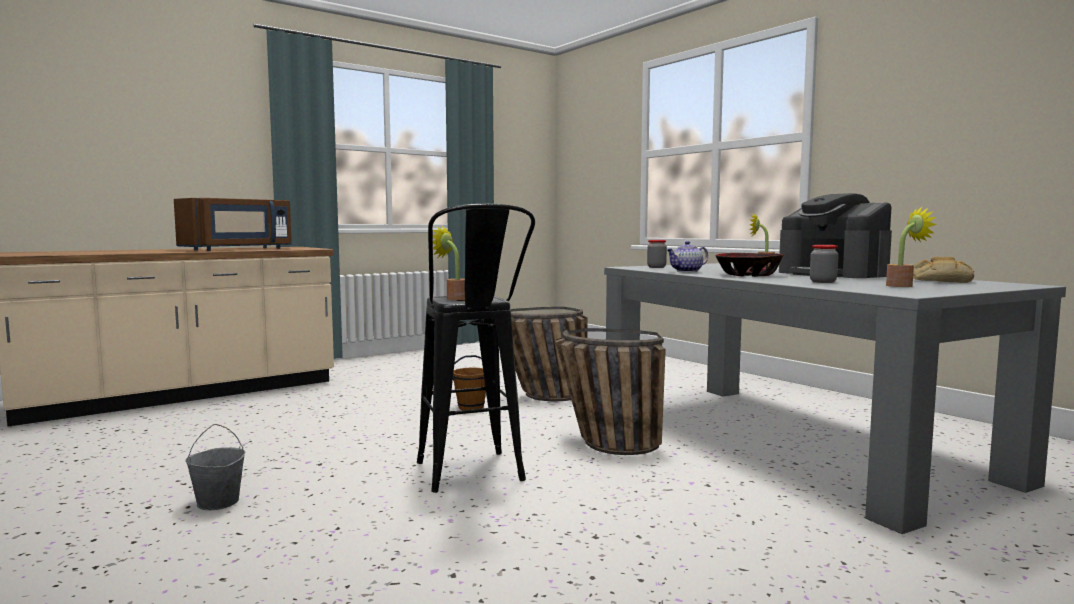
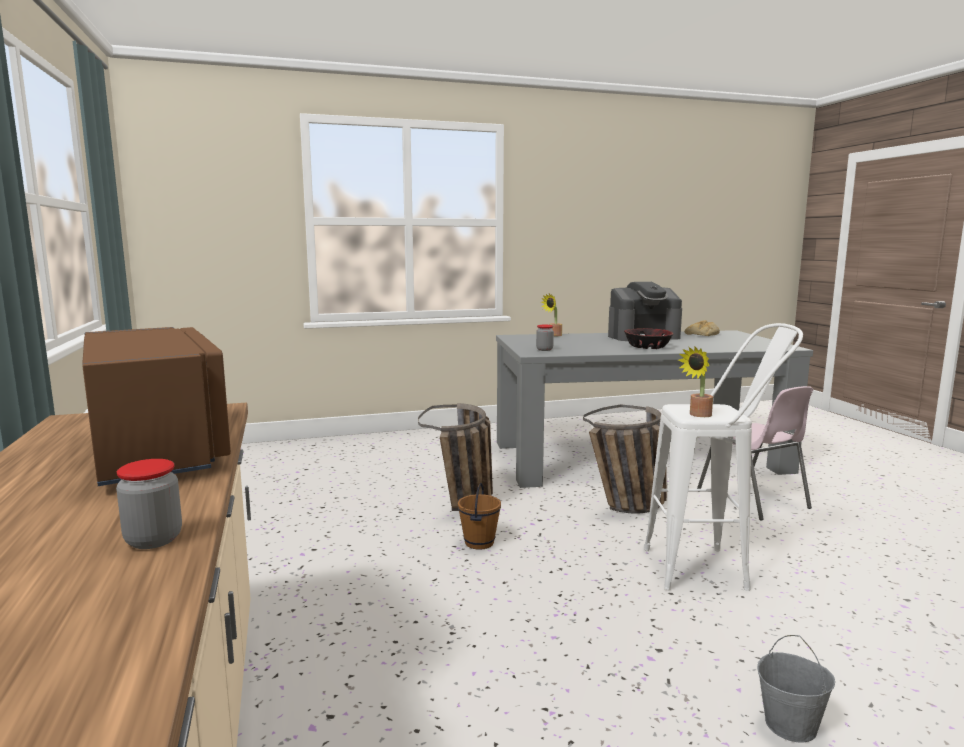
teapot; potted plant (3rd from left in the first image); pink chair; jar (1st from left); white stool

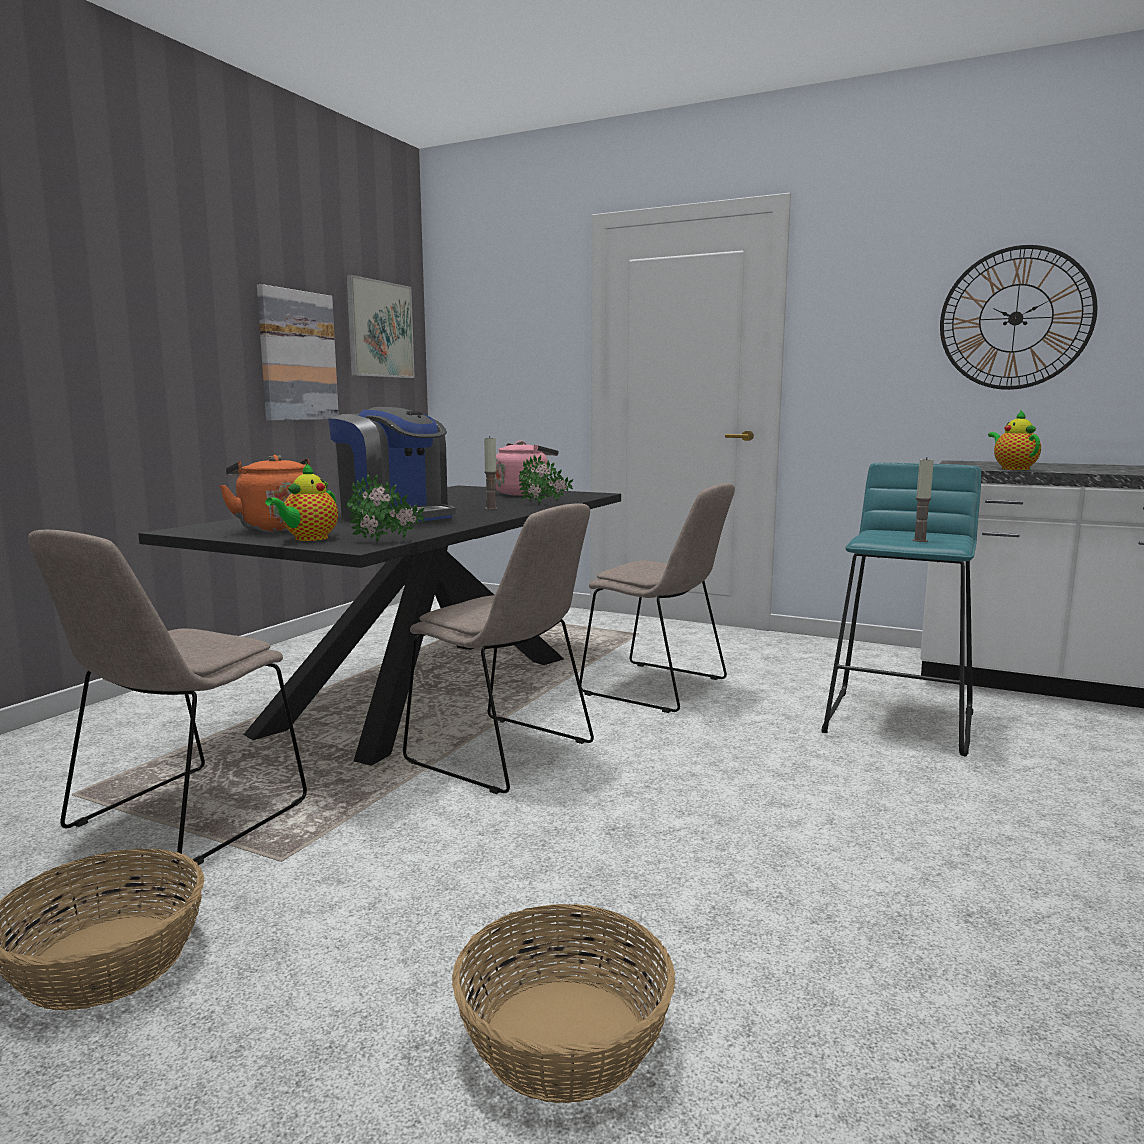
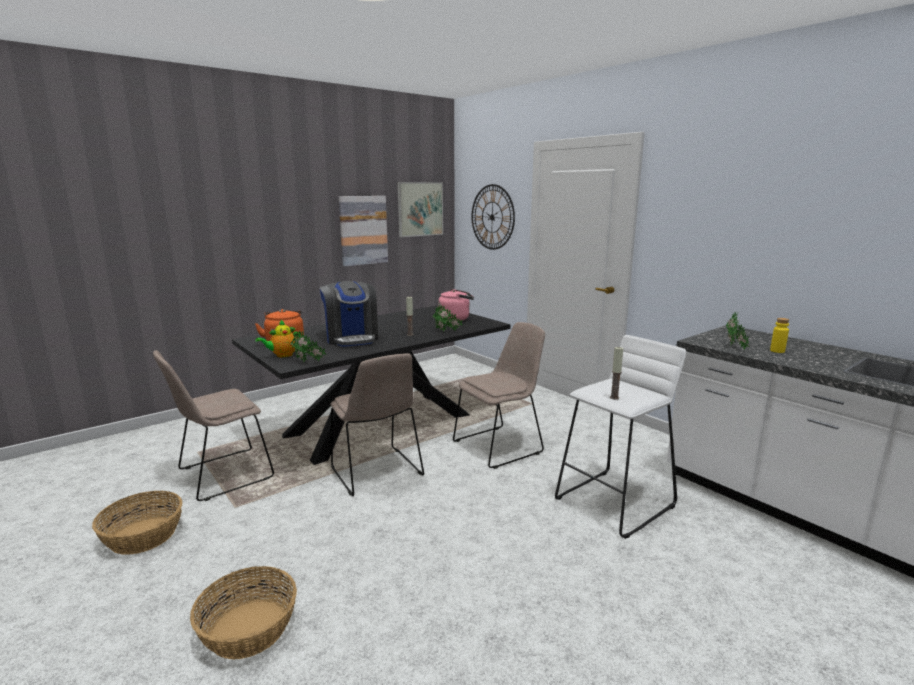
yellow bottle; wall clock; potted plant (3rd from left); white stool; beige chair (3rd from left)

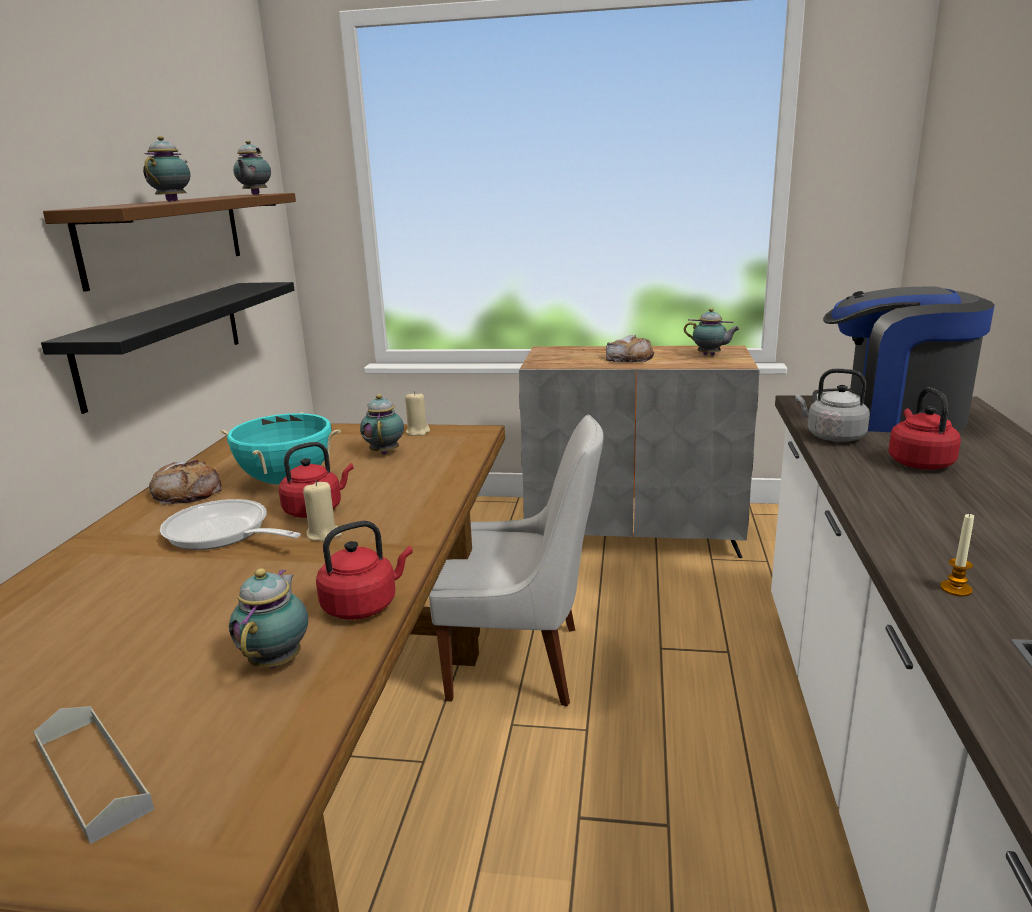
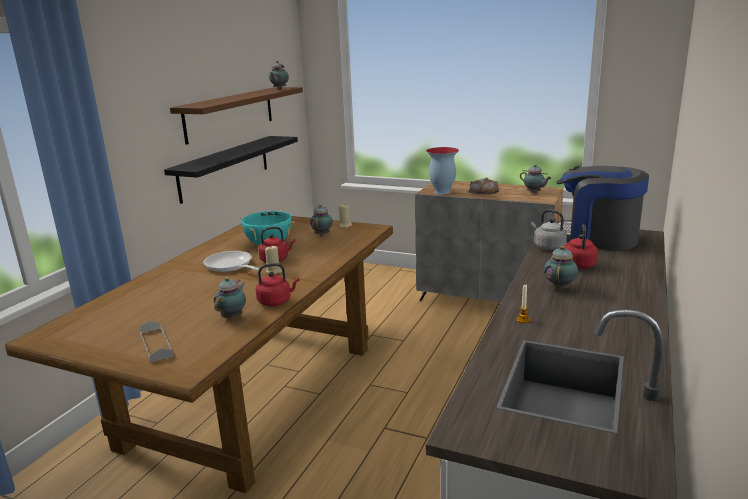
bread (1st from left in the first image); white chair; vase; teapot (5th from left)

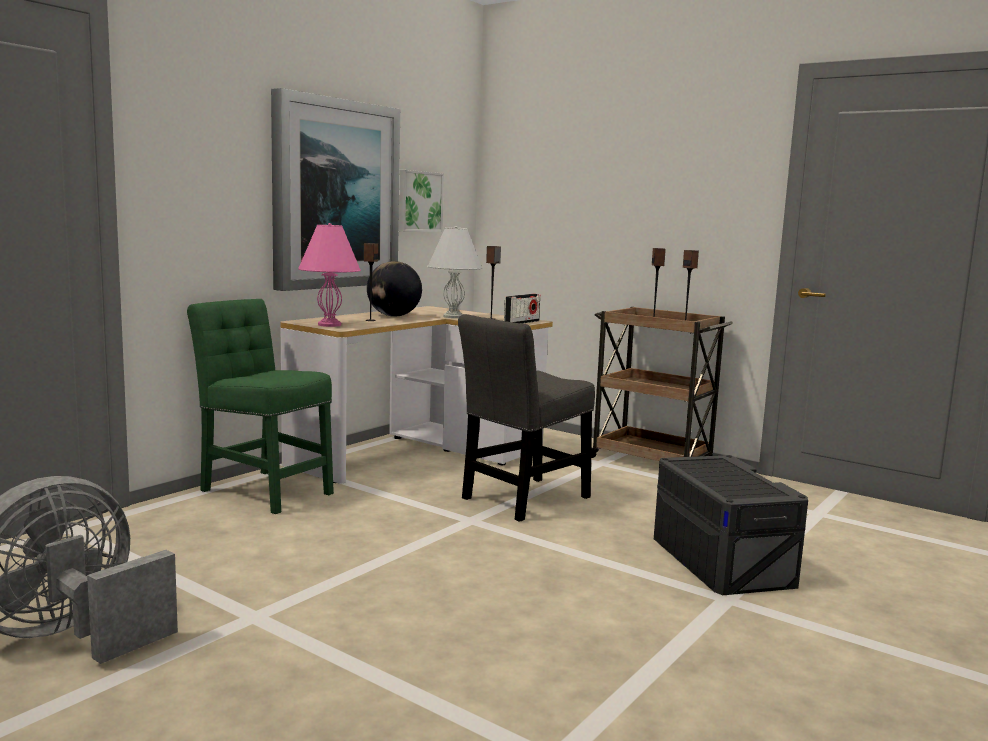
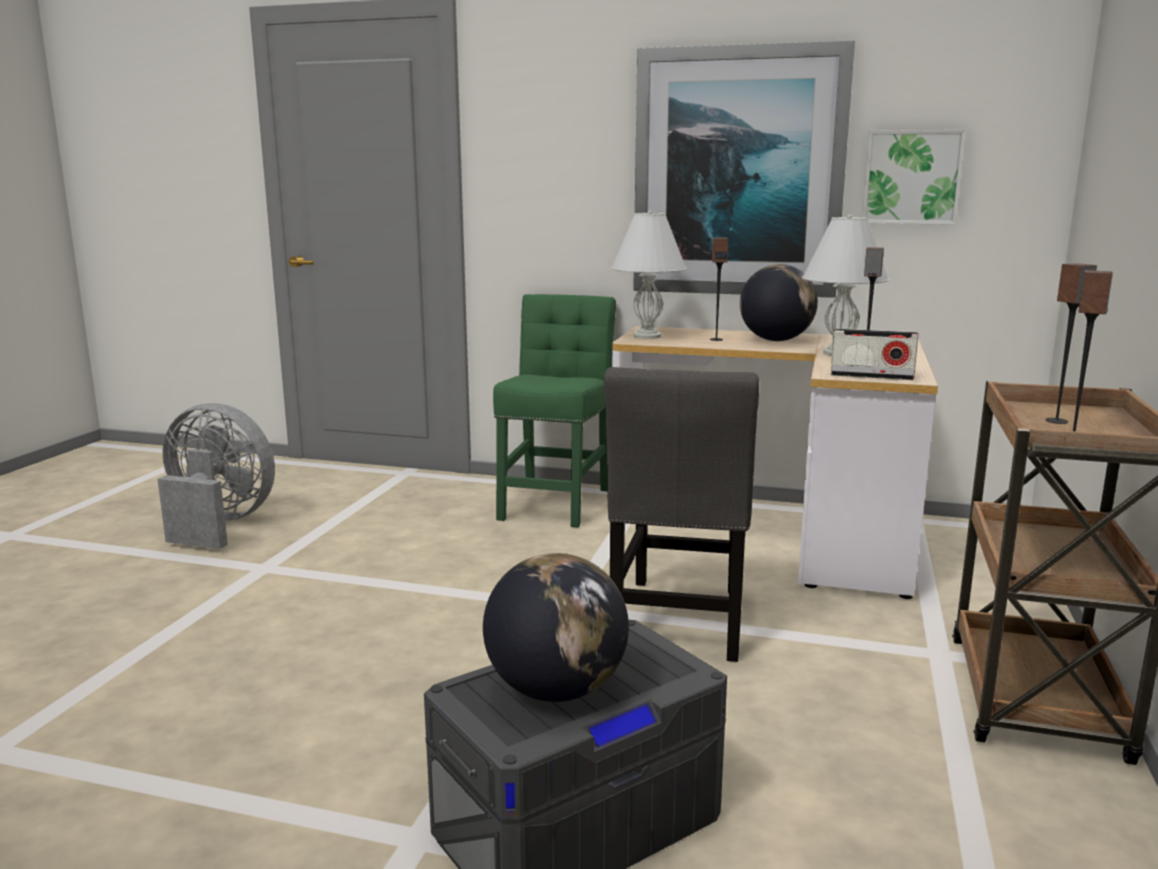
globe (1st from left); white table lamp (1st from left); grey chair

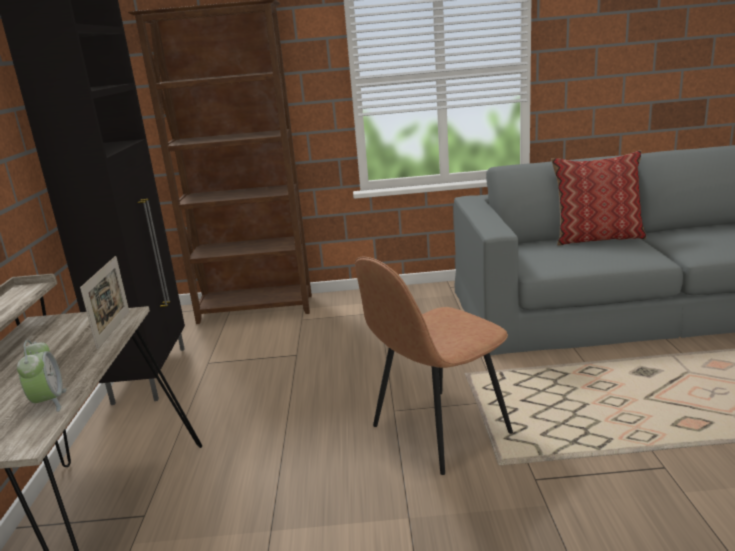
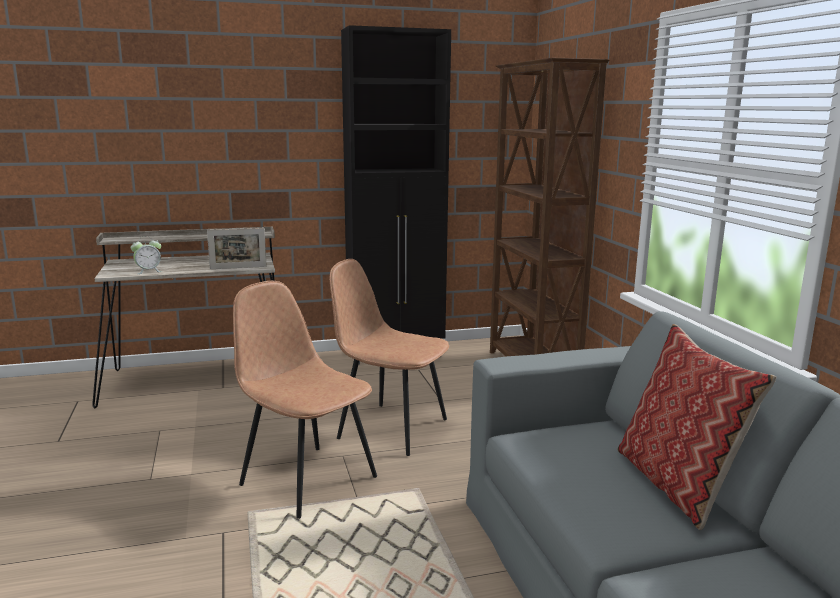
brown chair (2nd from left)

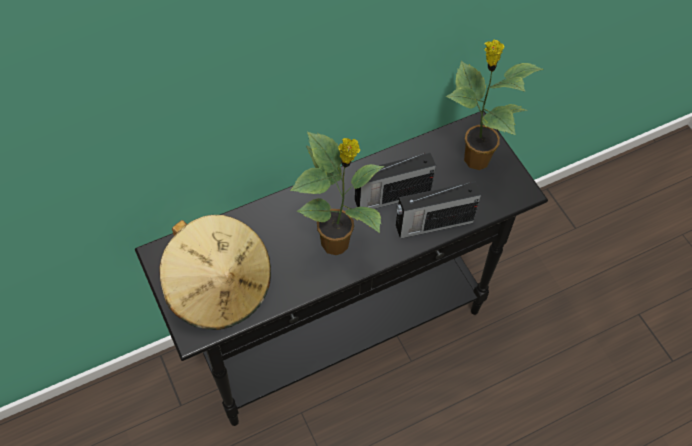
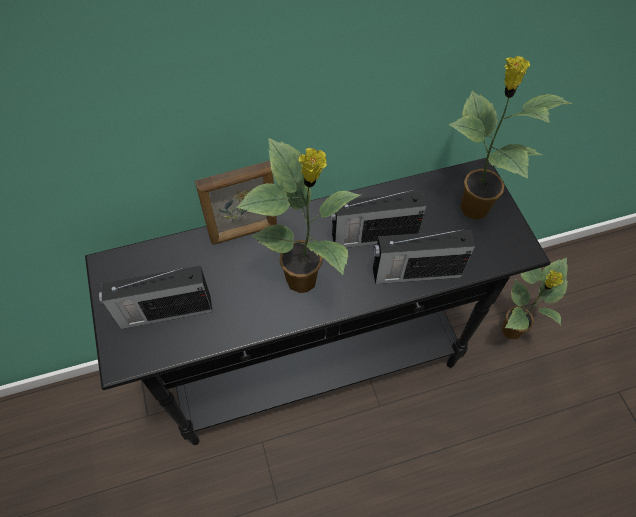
picture frame; potted plant (3rd from left); radio (1st from left)

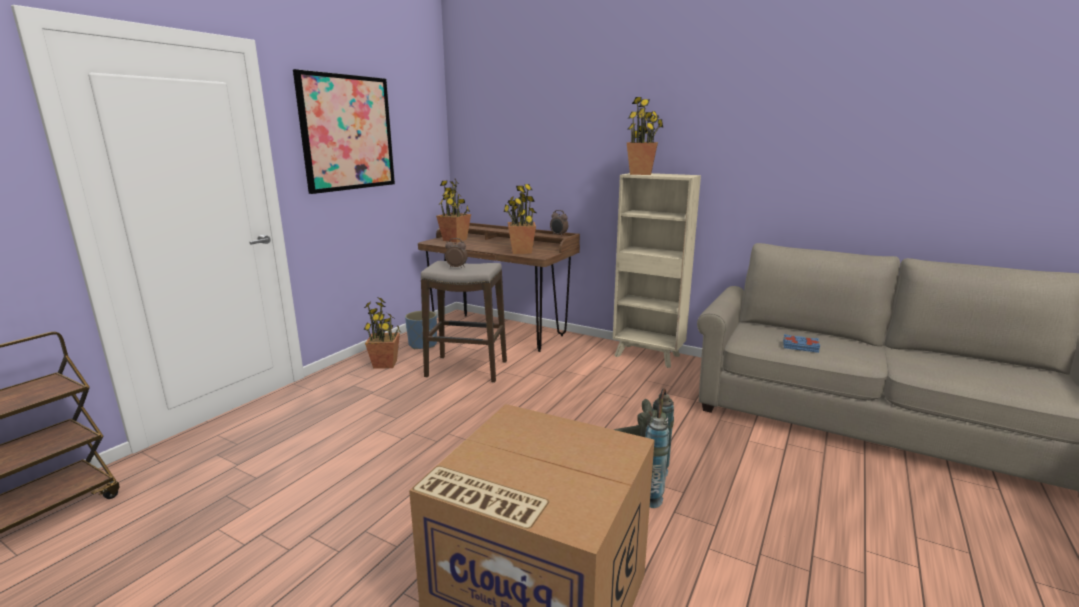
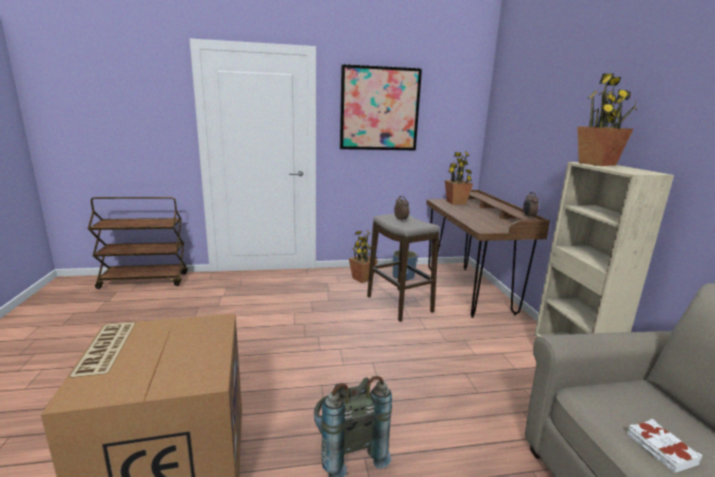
potted plant (3rd from left in the first image); white book

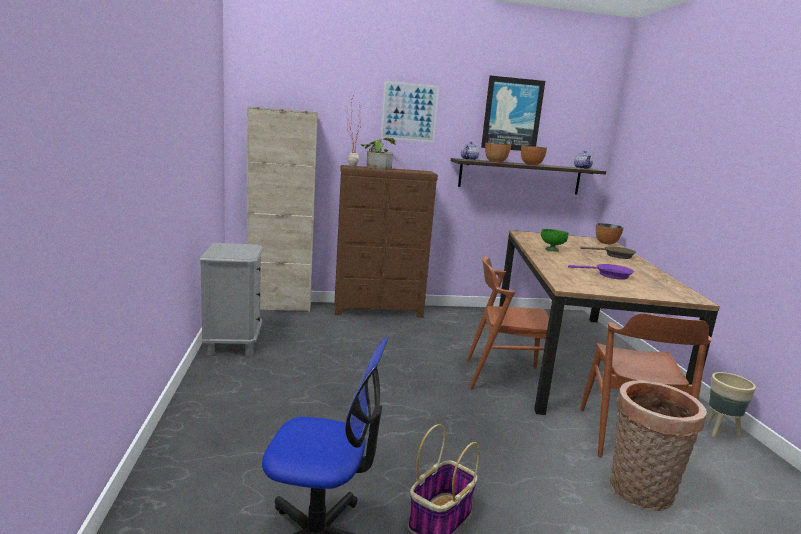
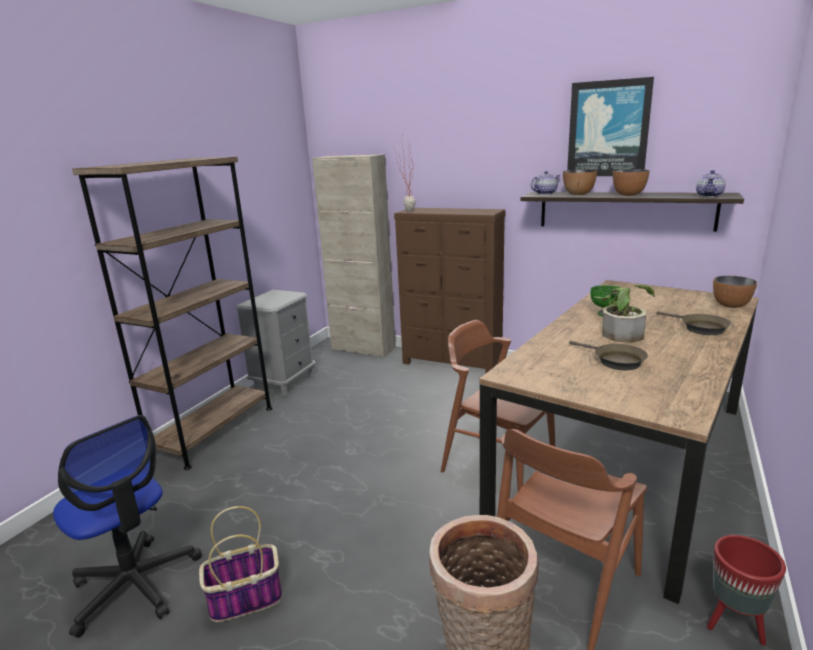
picture (1st from left in the first image); brown bookcase; potted plant (2nd from left); brown frying pan (1st from left); red planter

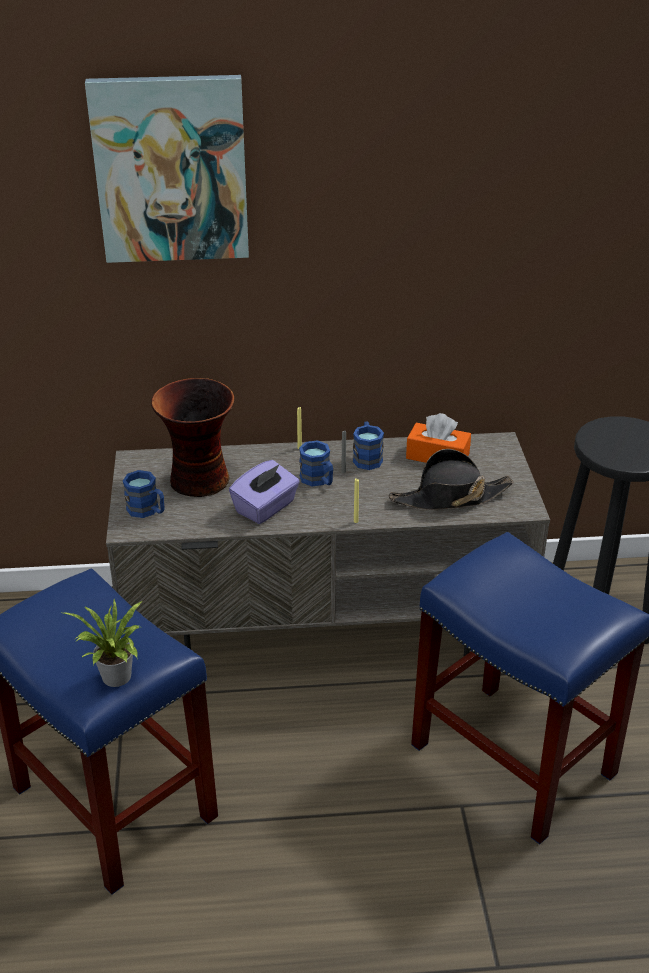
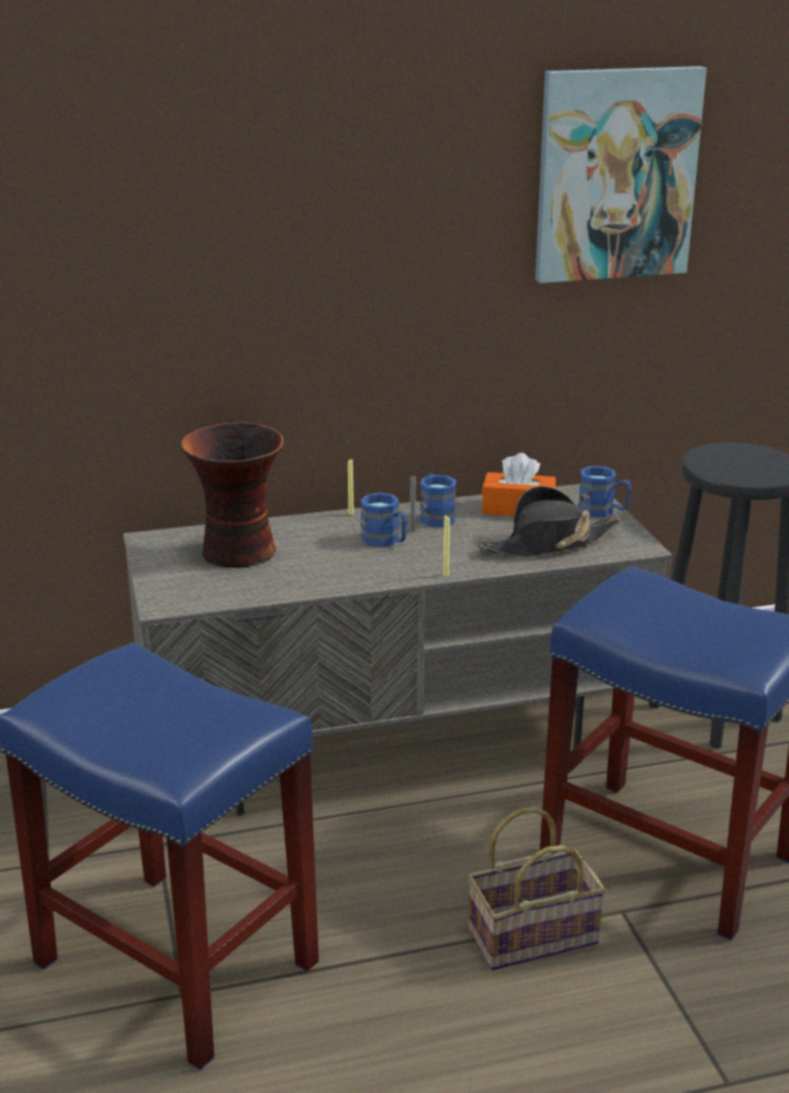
potted plant; purple tissue box; basket; picture; blue mug (3rd from left)

